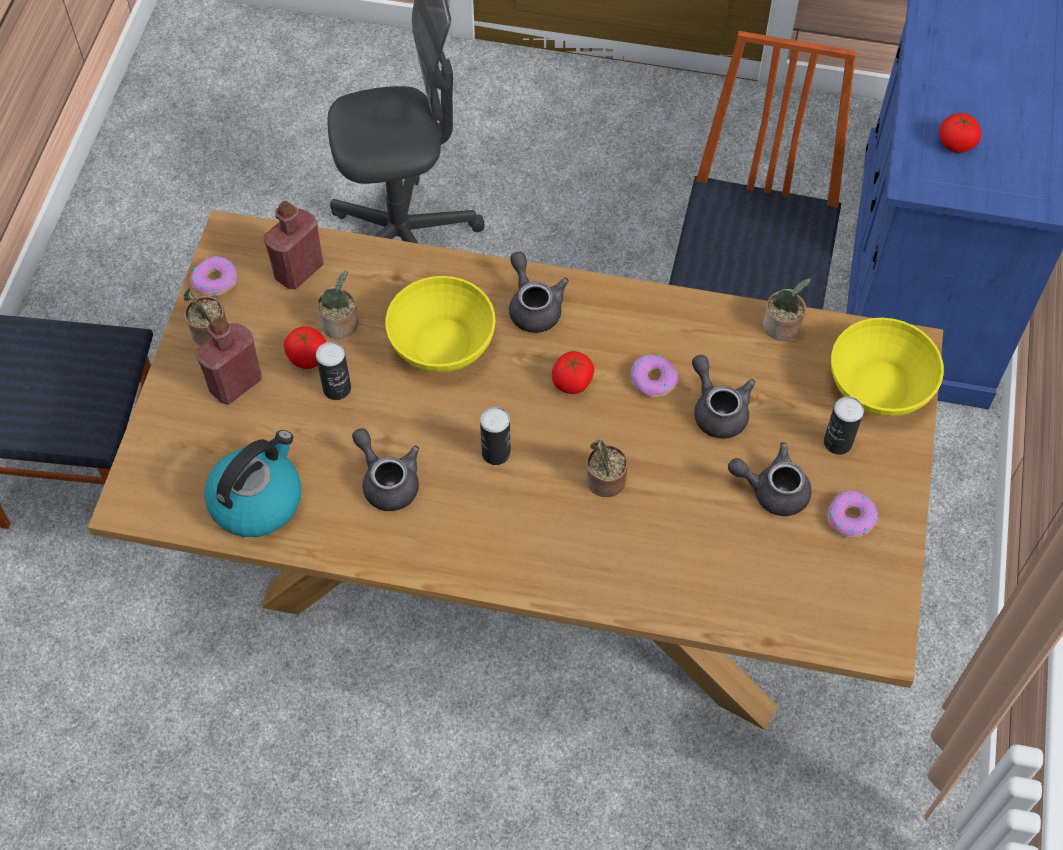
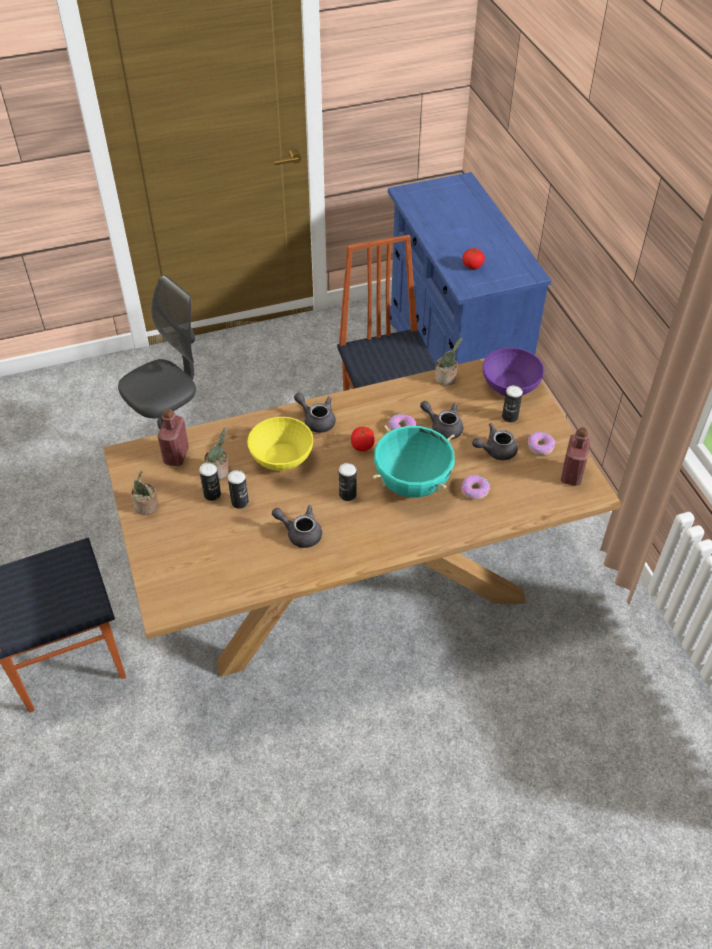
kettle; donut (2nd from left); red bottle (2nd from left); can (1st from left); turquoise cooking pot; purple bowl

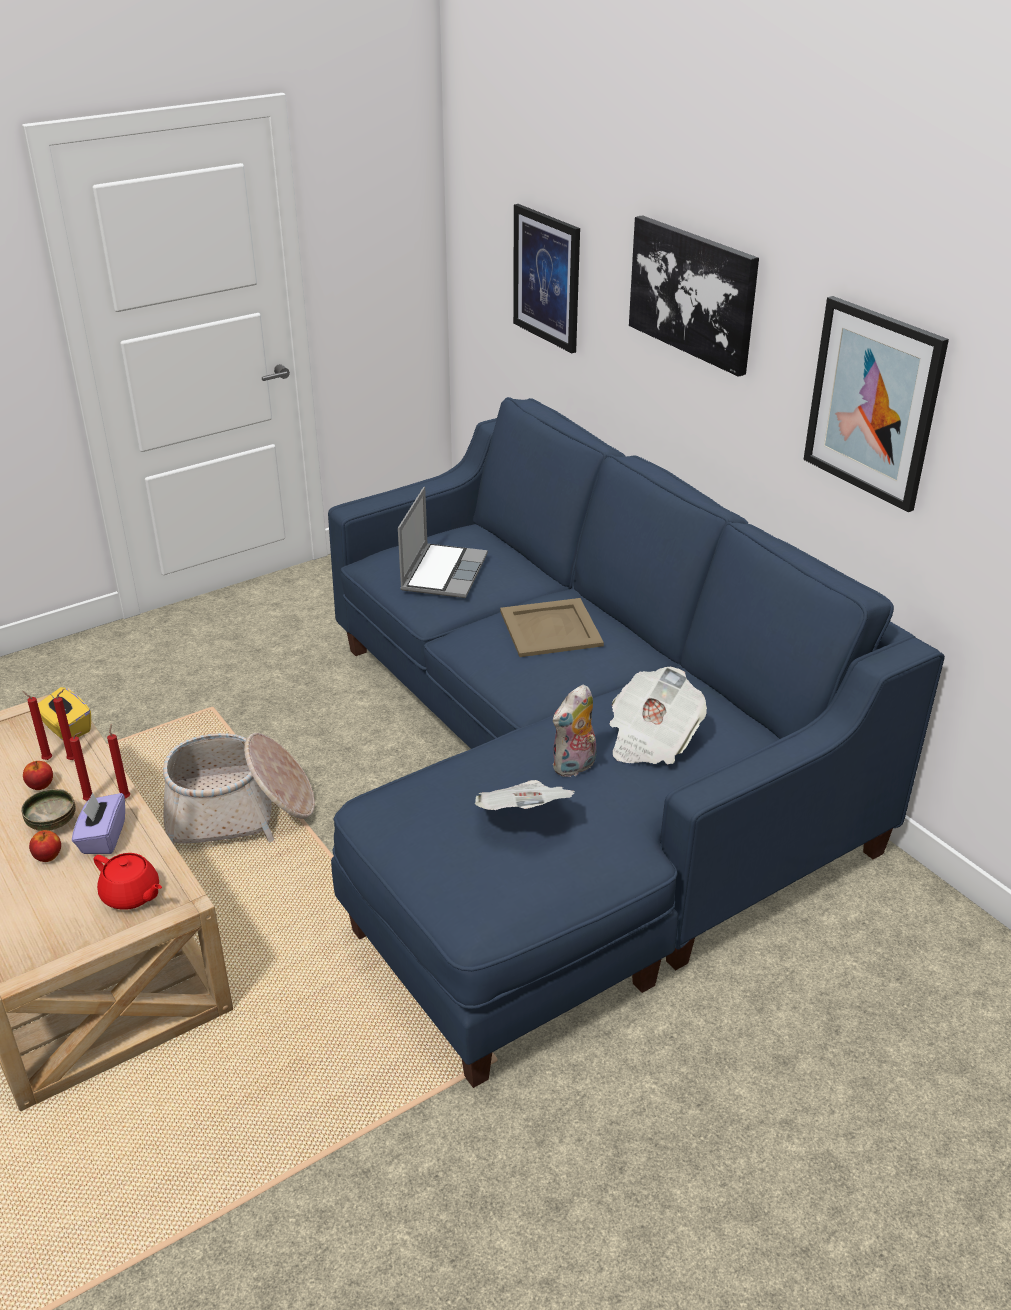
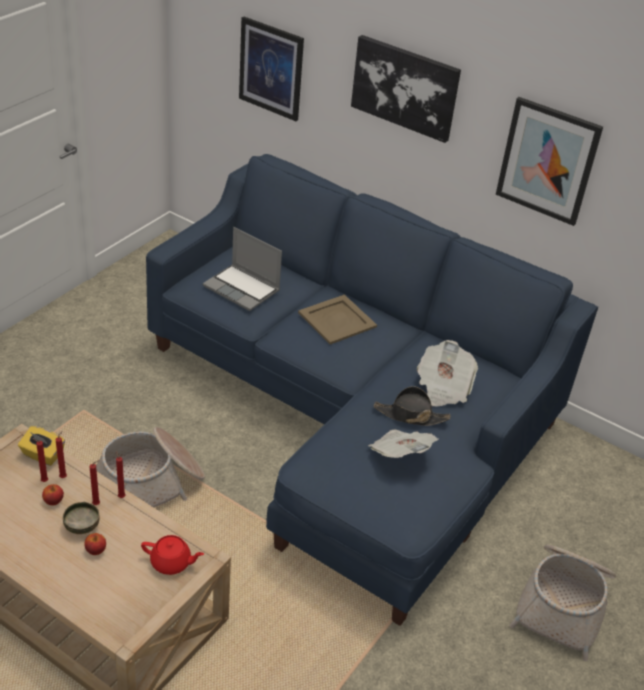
purple tissue box; basket (2nd from left); black hat; laptop

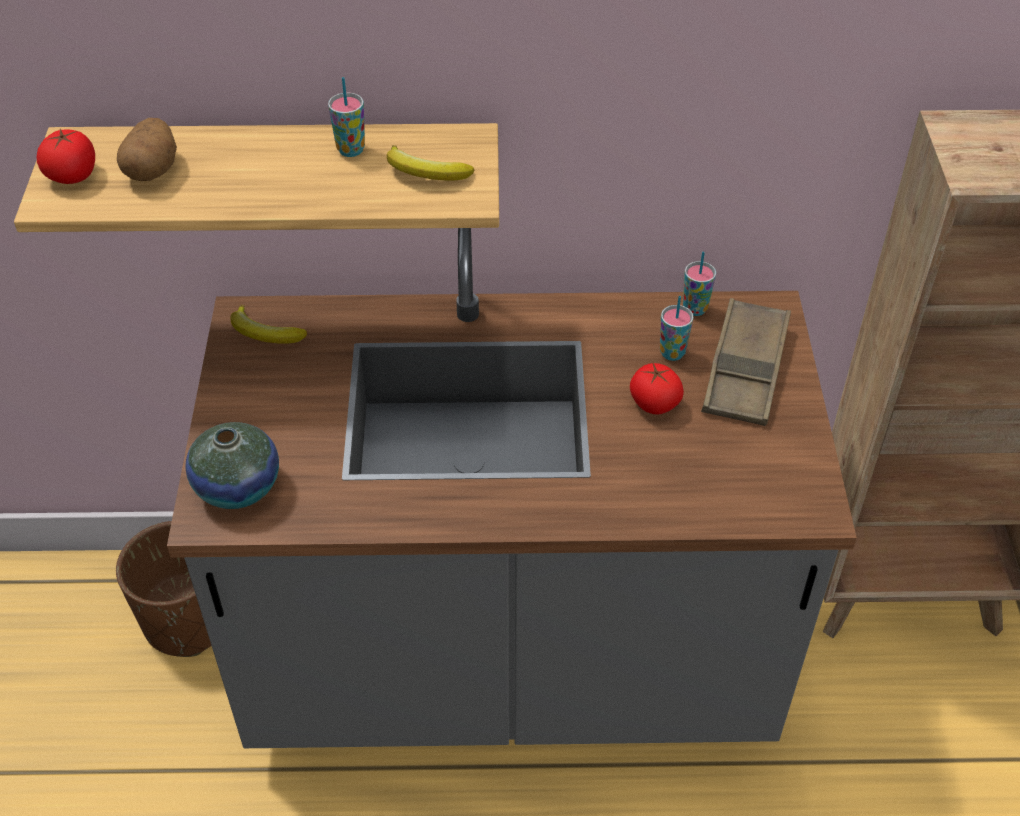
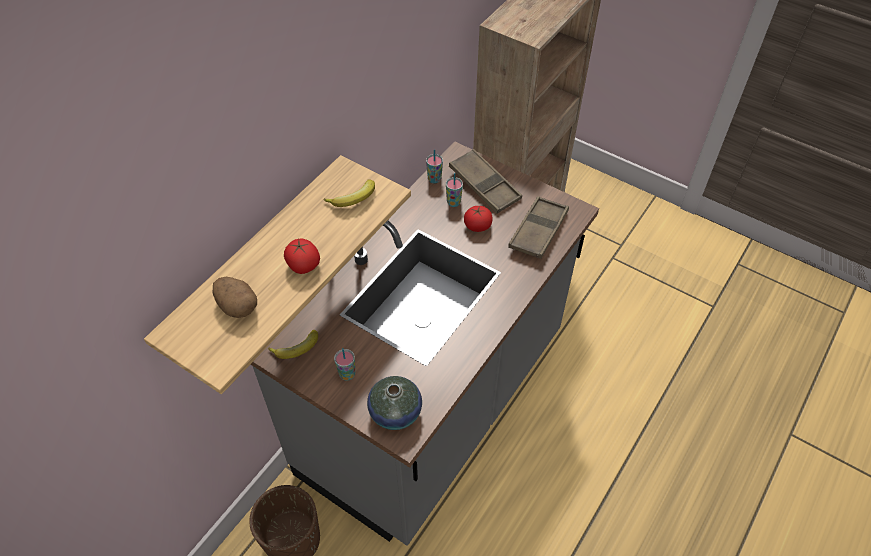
brown tray (2nd from left); tomato (1st from left); cup (1st from left)

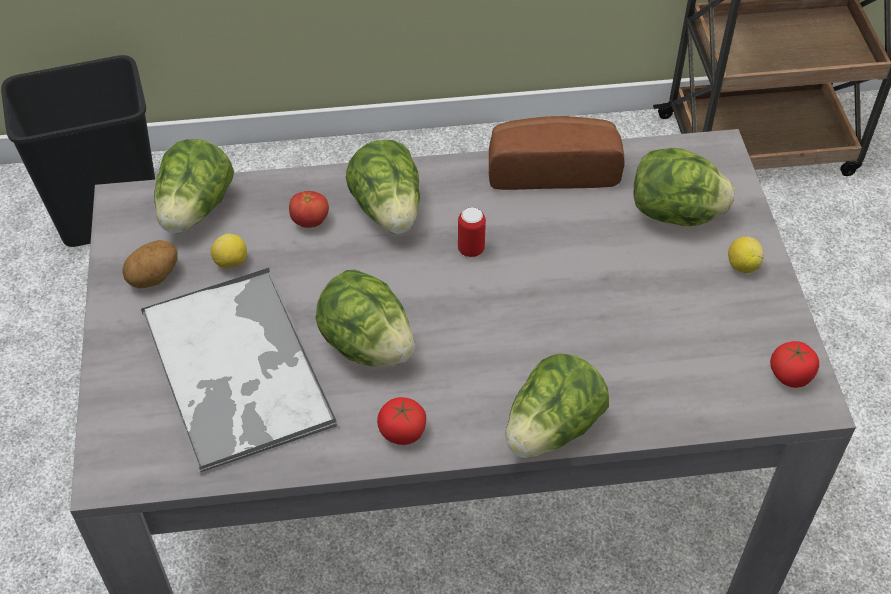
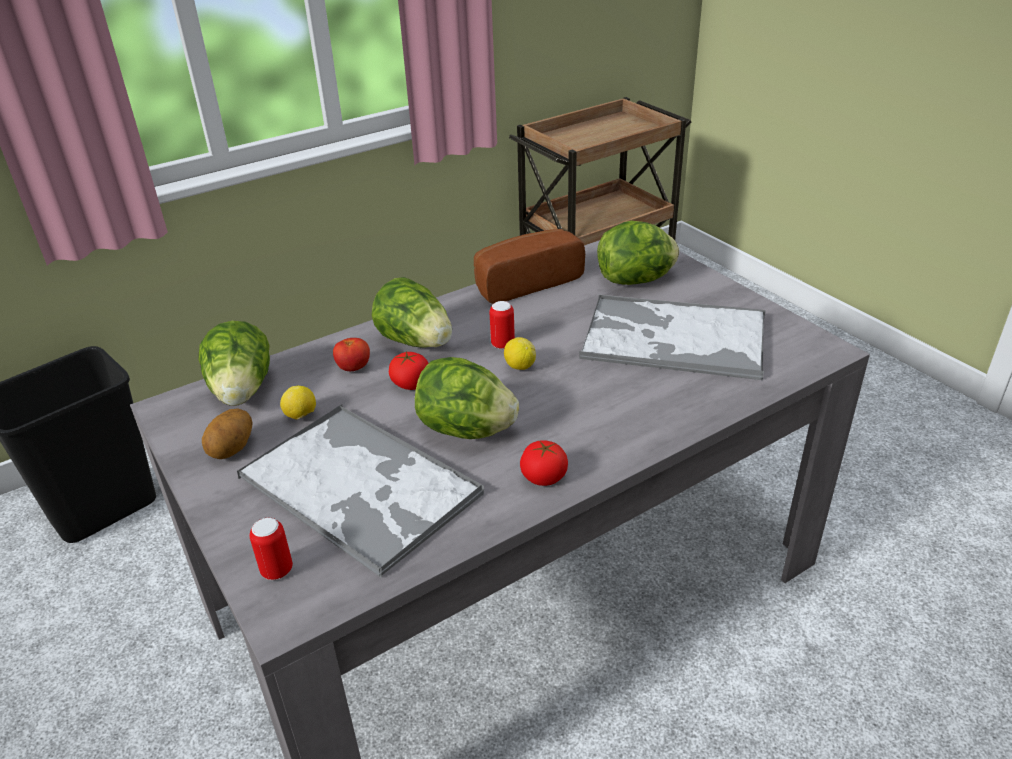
lettuce (4th from left in the first image); can (1st from left); tray (2nd from left); lemon (2nd from left); tomato (2nd from left)

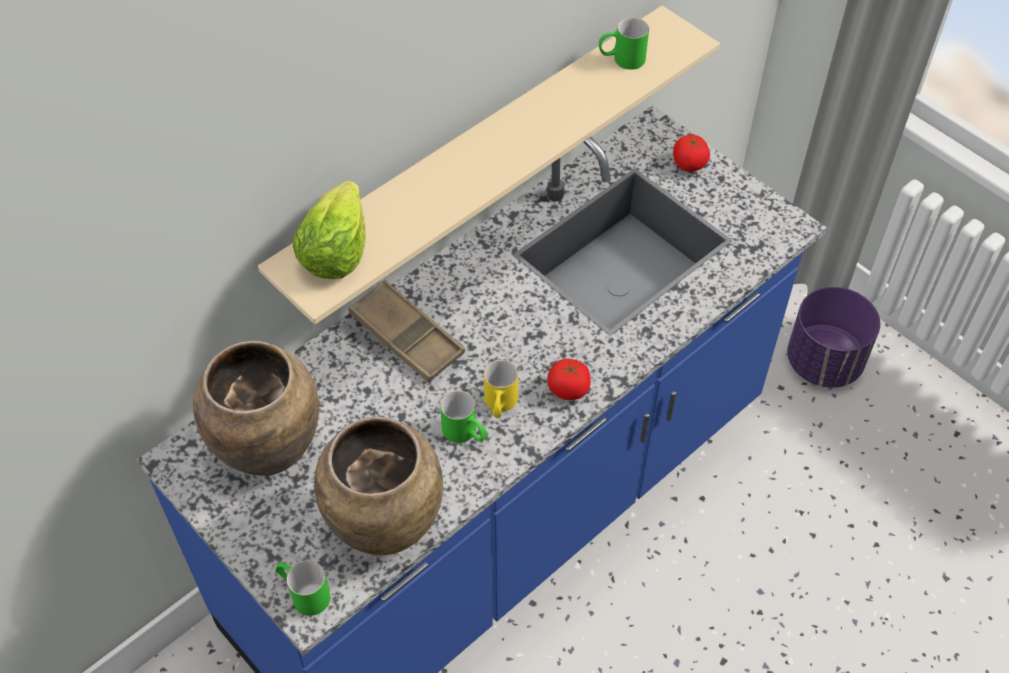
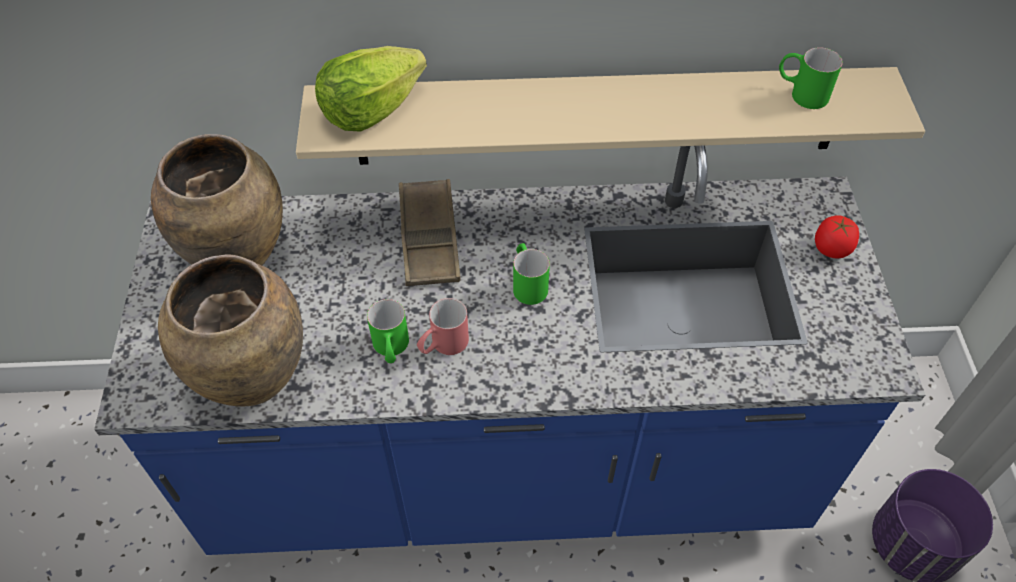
tomato (1st from left in the first image); green mug (2nd from left); red mug

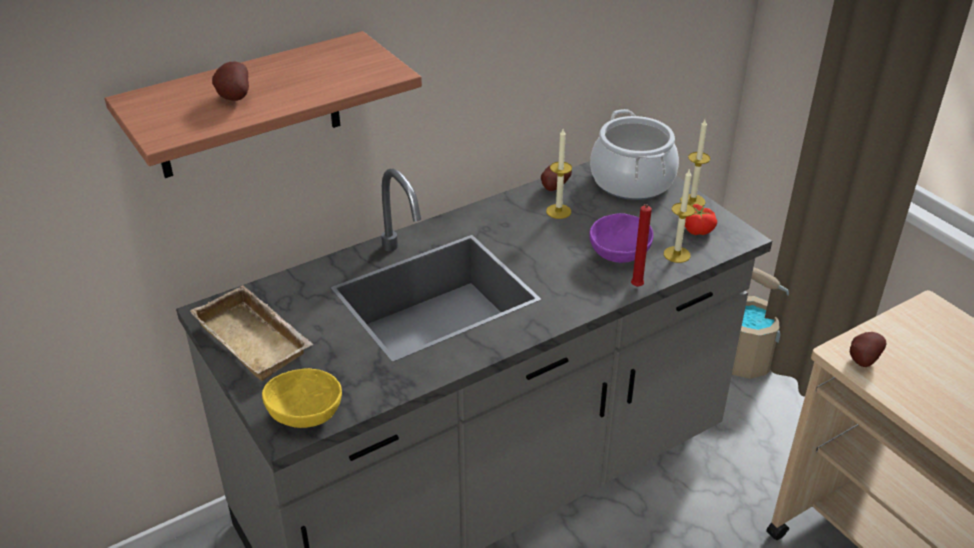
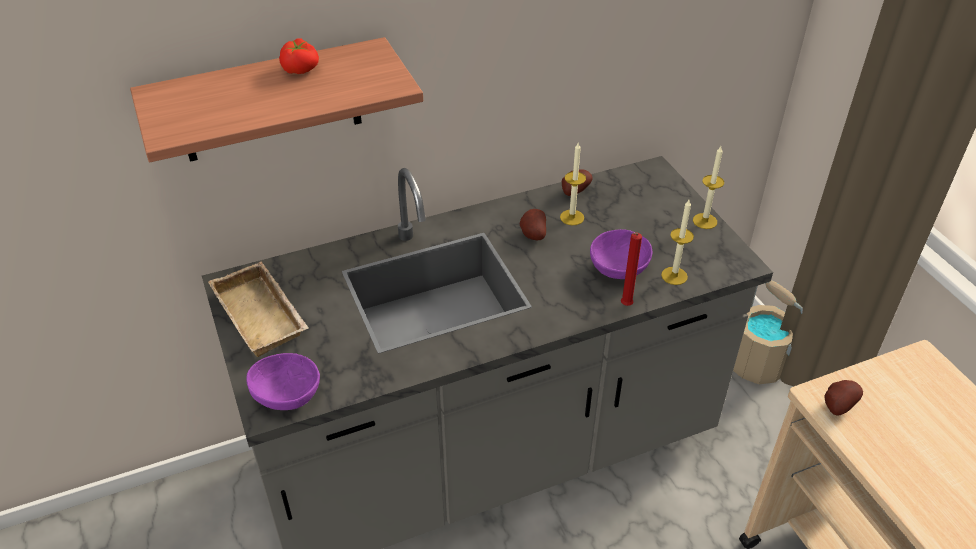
cooking pot; potato (1st from left); tomato; purple bowl (1st from left)

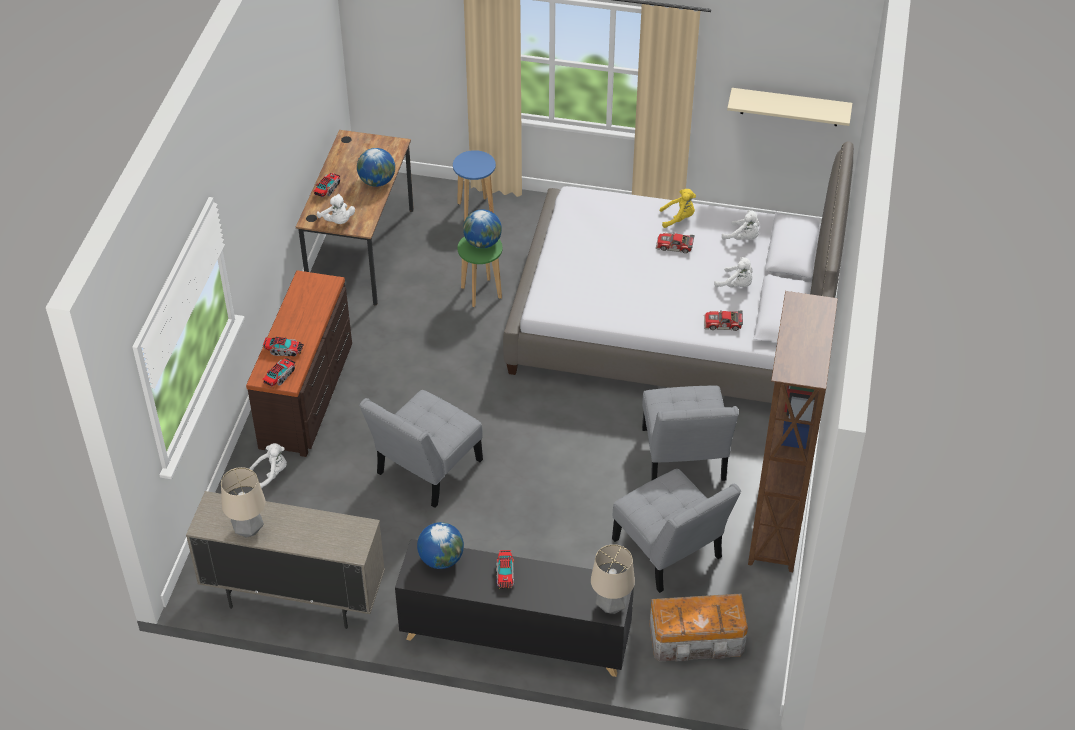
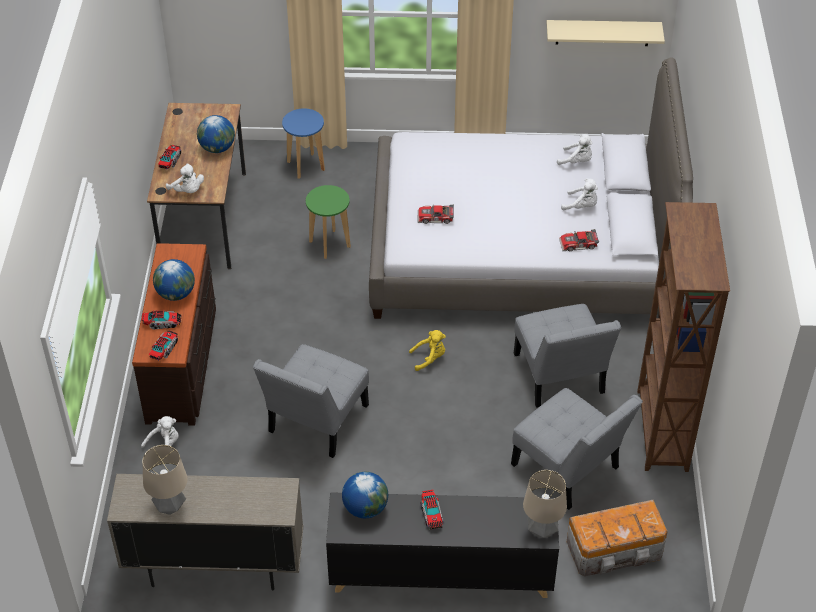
globe (1st from left); toy car (1st from left); yellow plush toy

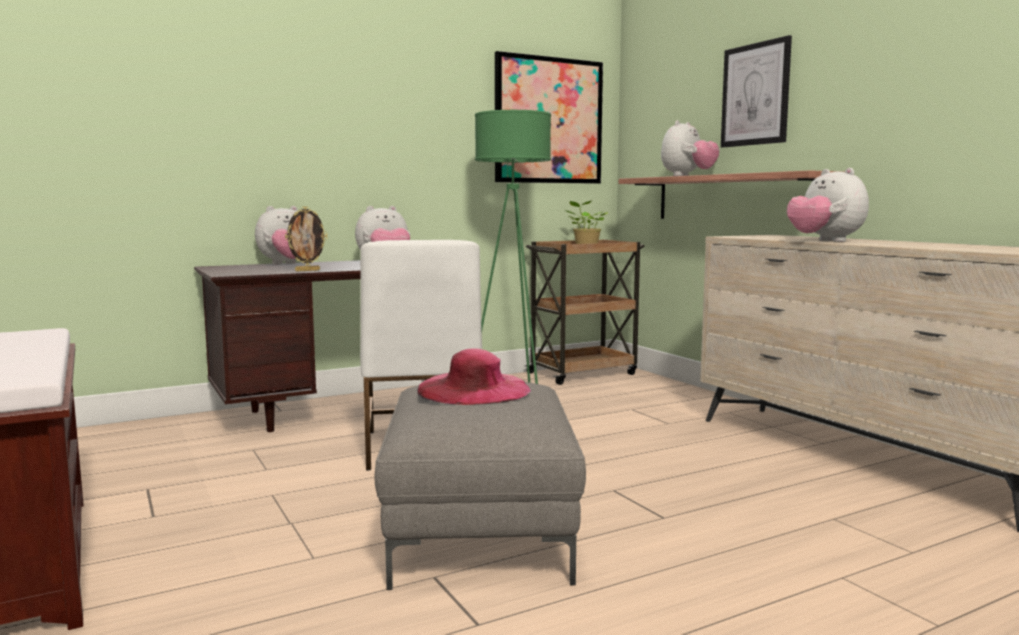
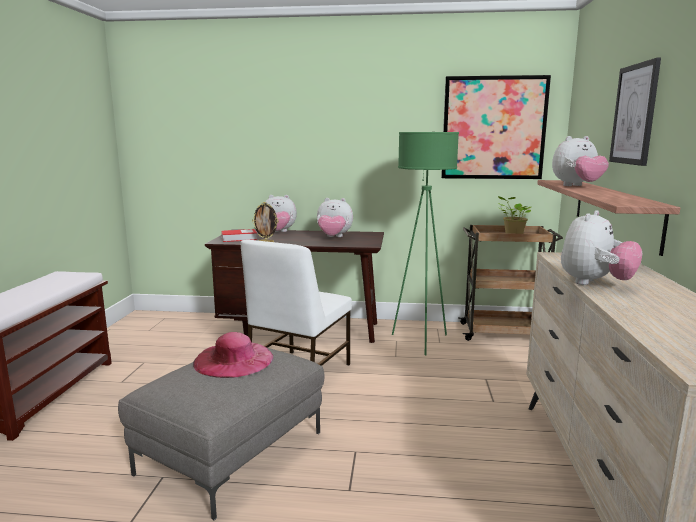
book; plush toy (4th from left)

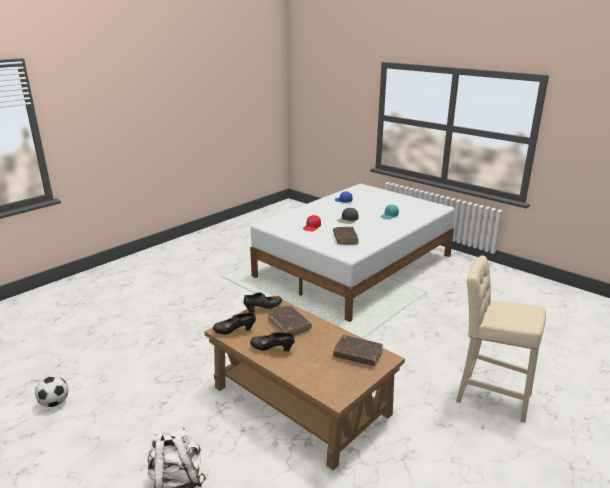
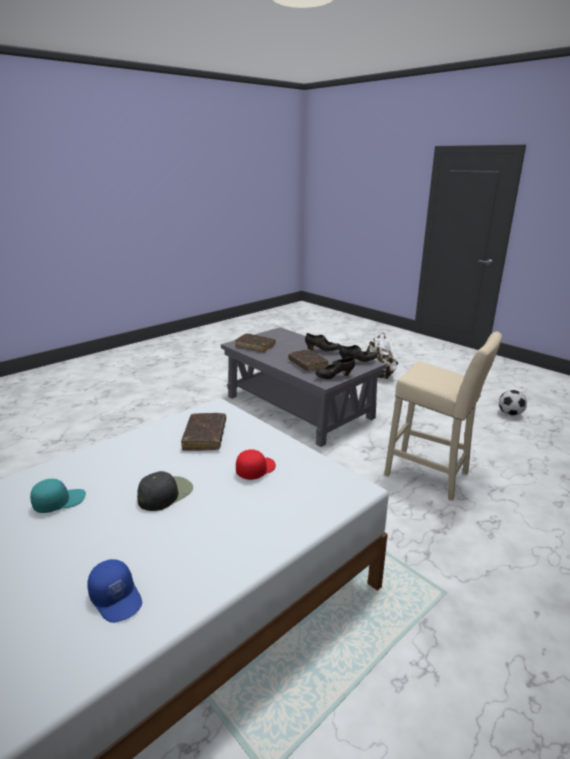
beige stool; grey coffee table

